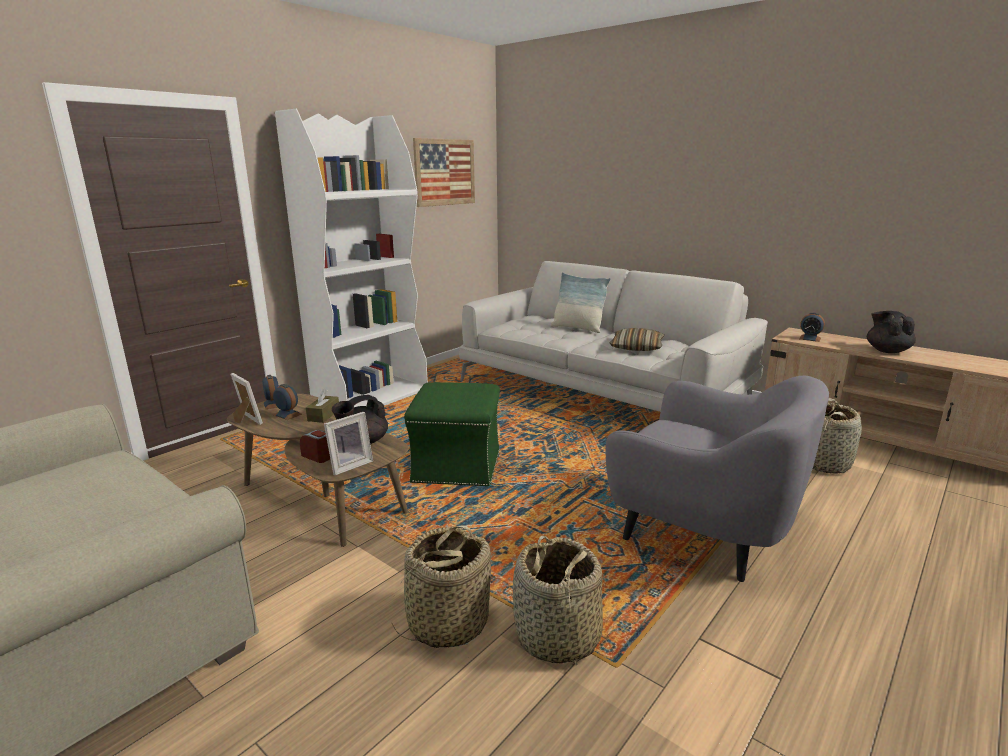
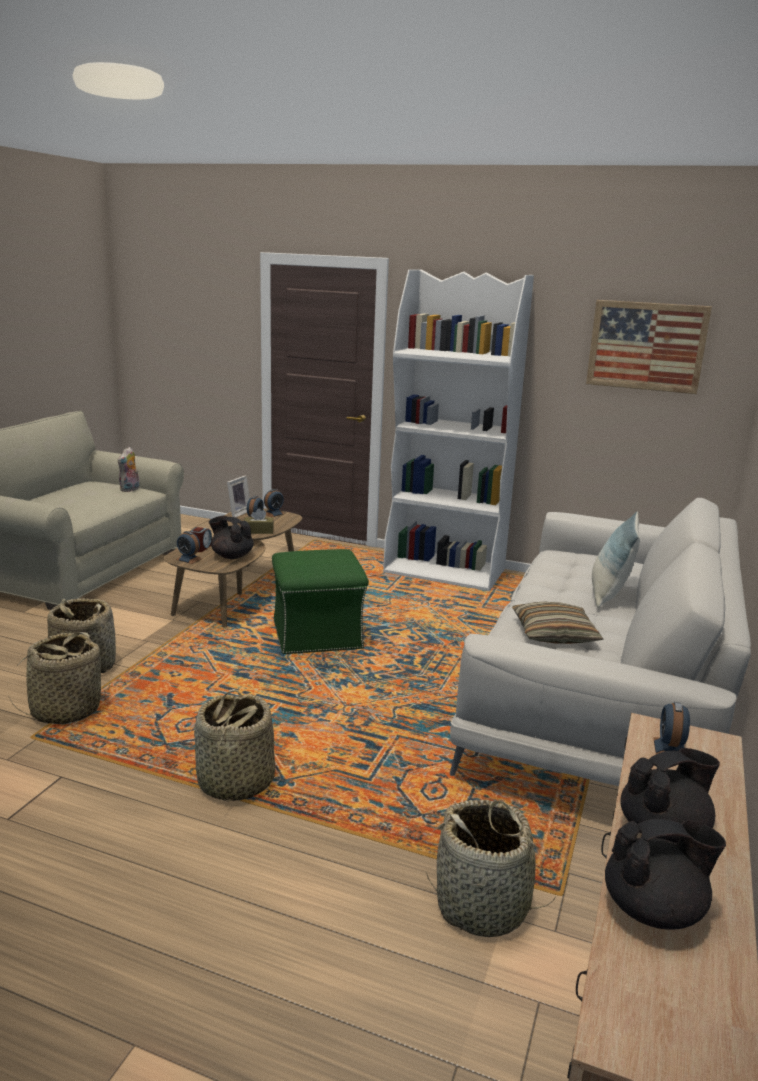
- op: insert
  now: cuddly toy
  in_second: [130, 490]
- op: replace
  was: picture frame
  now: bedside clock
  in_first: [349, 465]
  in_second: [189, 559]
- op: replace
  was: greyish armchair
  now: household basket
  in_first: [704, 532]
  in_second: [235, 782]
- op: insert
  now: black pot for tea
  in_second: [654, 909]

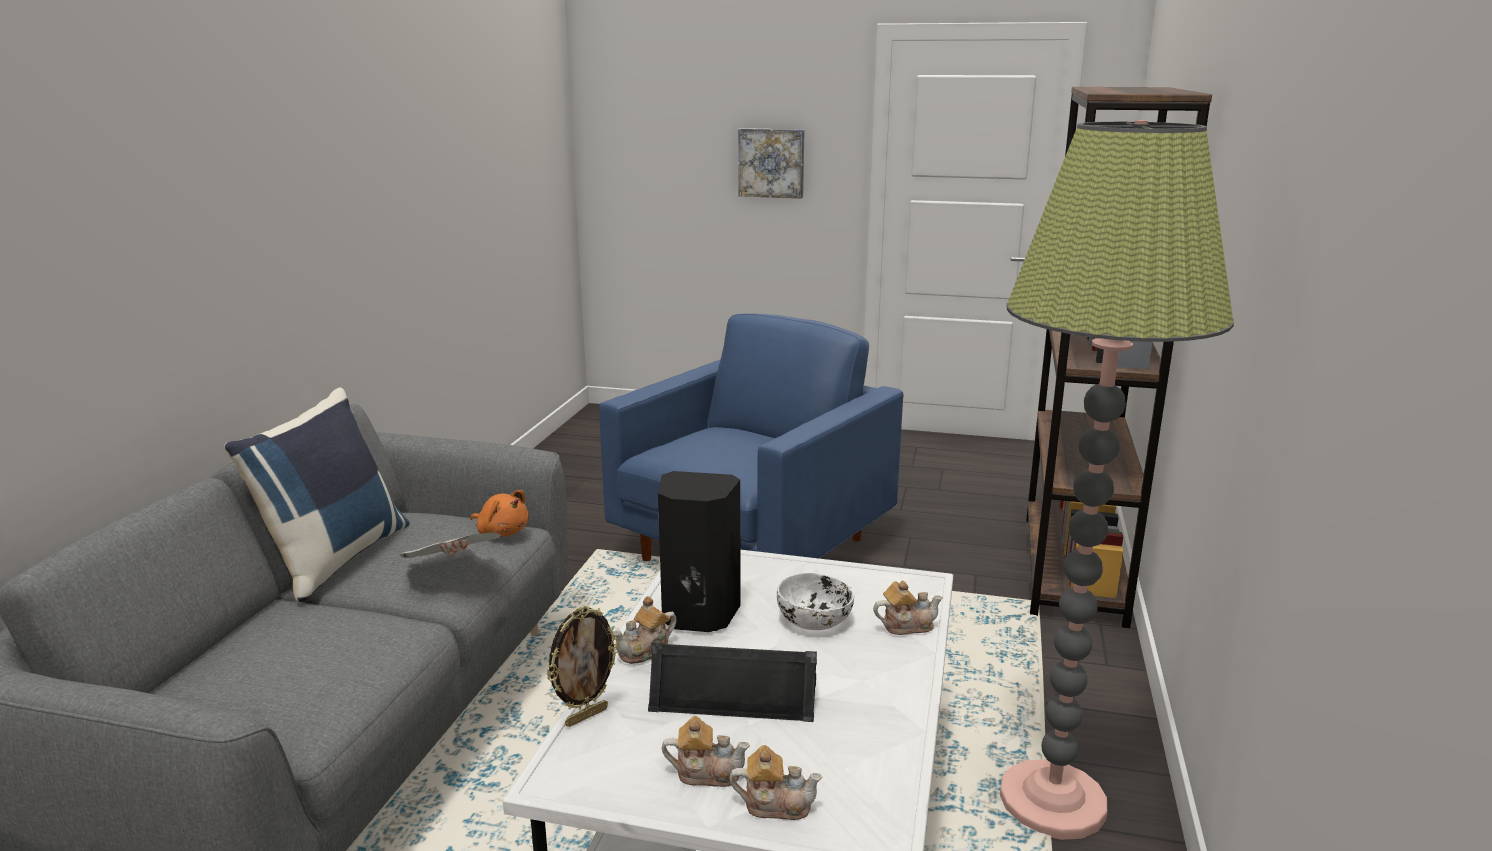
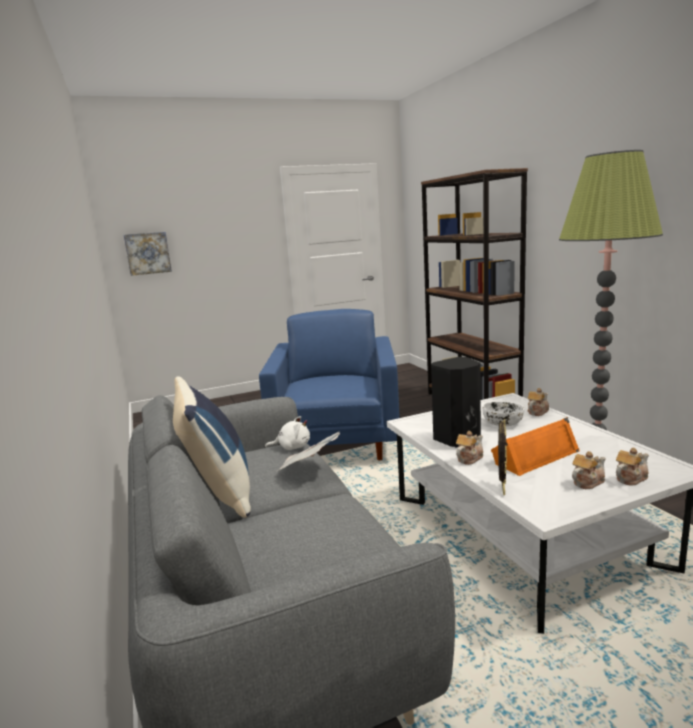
- op: move
  was: picture
  in_first: [771, 163]
  in_second: [148, 253]
- op: recolor
  was: orangey cuddly toy
  now: white cuddly toy
  in_first: [502, 532]
  in_second: [292, 447]
- op: rotate
  was: pot for tea
  in_first: [646, 651]
  in_second: [469, 458]
  clockwise: -150
- op: recolor
  was: black audio speaker
  now: orangey audio speaker
  in_first: [734, 694]
  in_second: [534, 456]

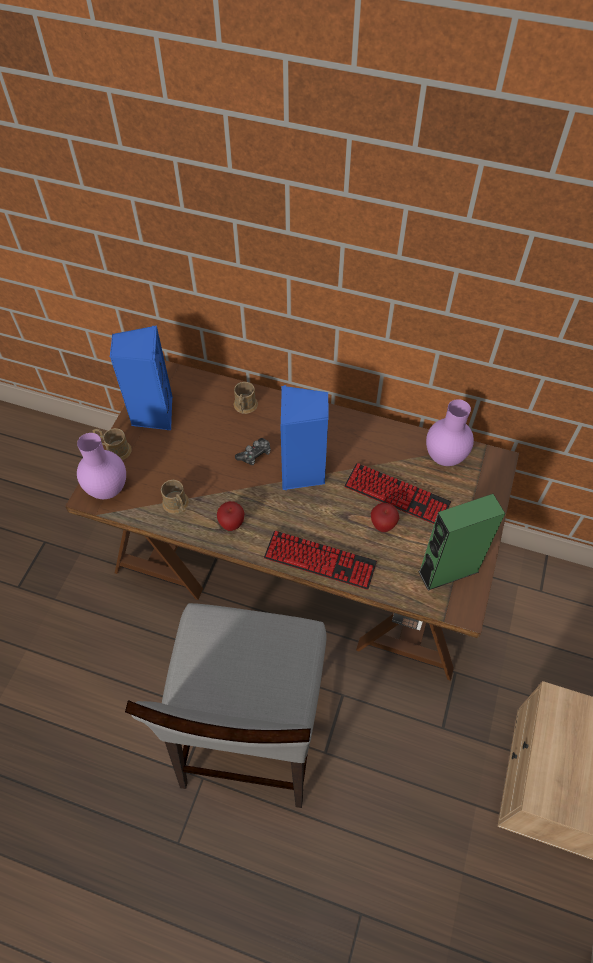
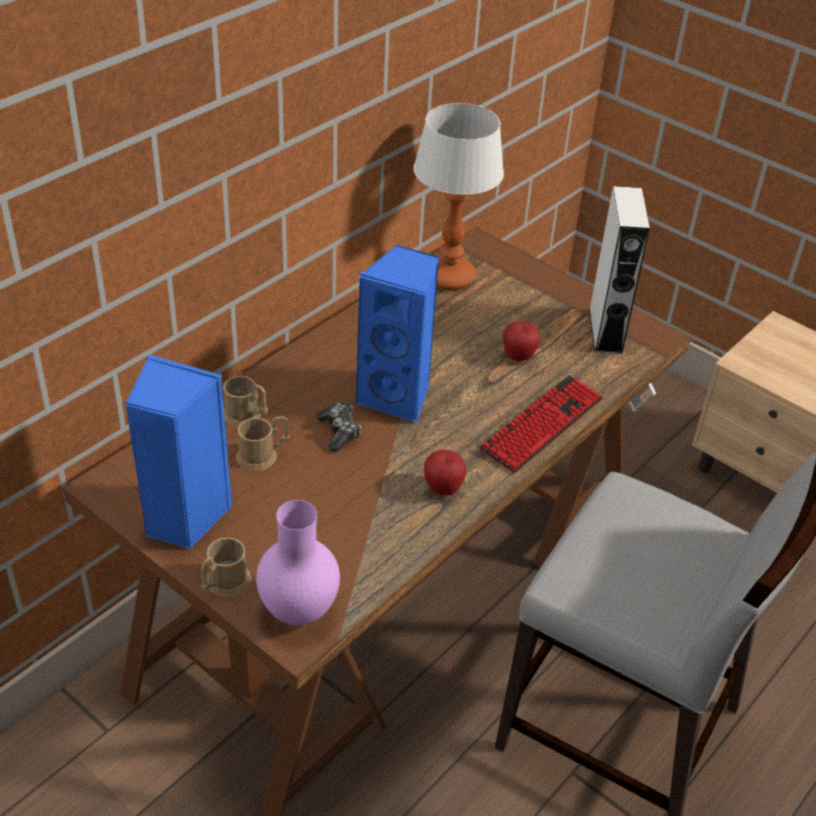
- op: move
  was: brownish mug
  in_first: [177, 505]
  in_second: [263, 455]
- op: replace
  was: purplish decorative vase
  now: tabletop lamp
  in_first: [444, 456]
  in_second: [448, 277]
- op: recolor
  was: green audio speaker
  now: greyish audio speaker
  in_first: [448, 571]
  in_second: [605, 331]
- op: delete
  was: computer keyboard
  in_first: [396, 495]

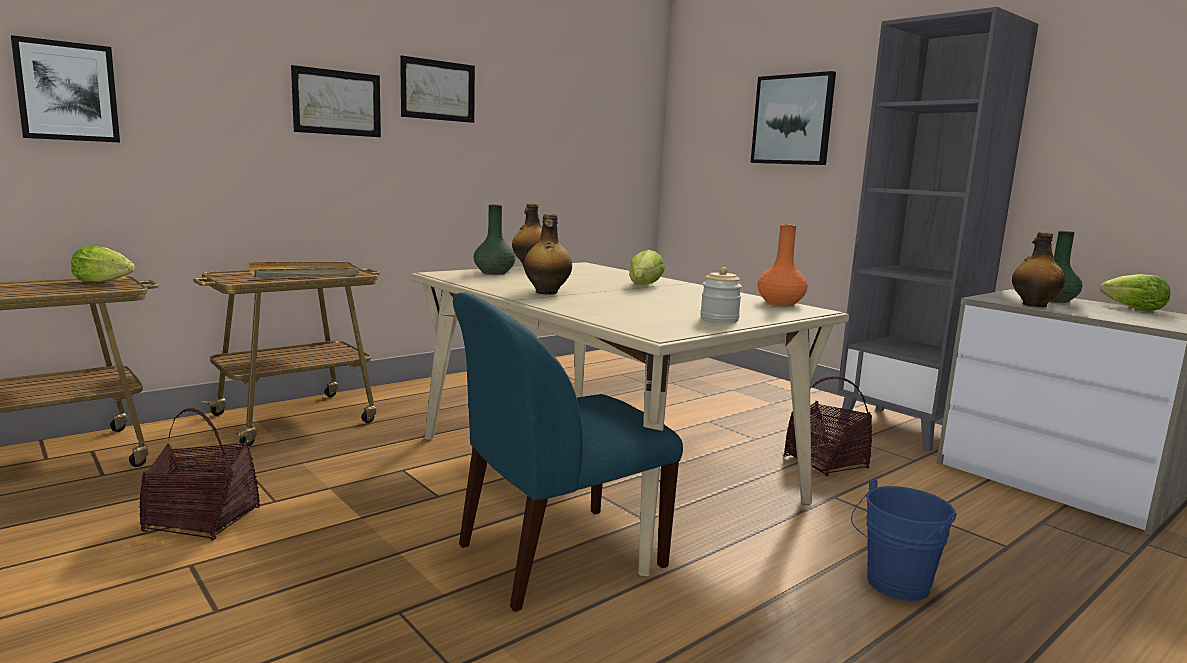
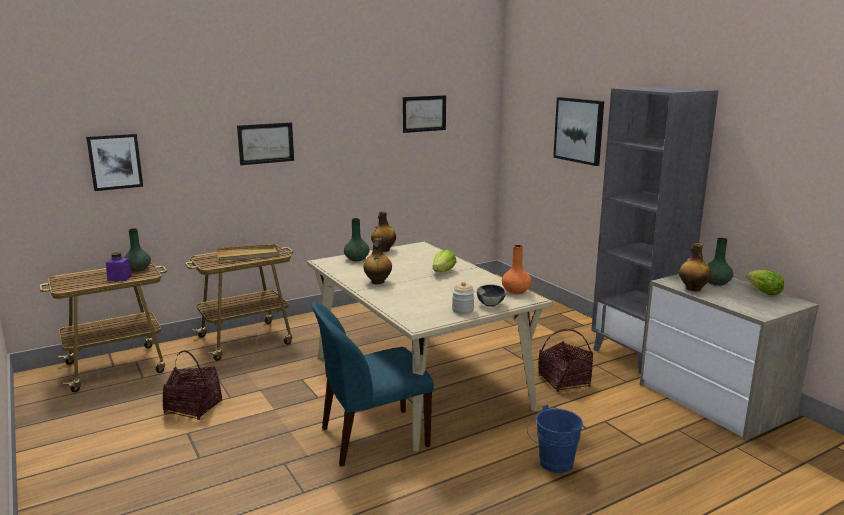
- op: insert
  now: purplish storage jar
  in_second: [119, 278]
- op: replace
  was: lettuce
  now: green decorative vase
  in_first: [103, 282]
  in_second: [138, 269]
- op: move
  was: picture
  in_first: [438, 90]
  in_second: [424, 113]
- op: insert
  now: bowl
  in_second: [490, 304]

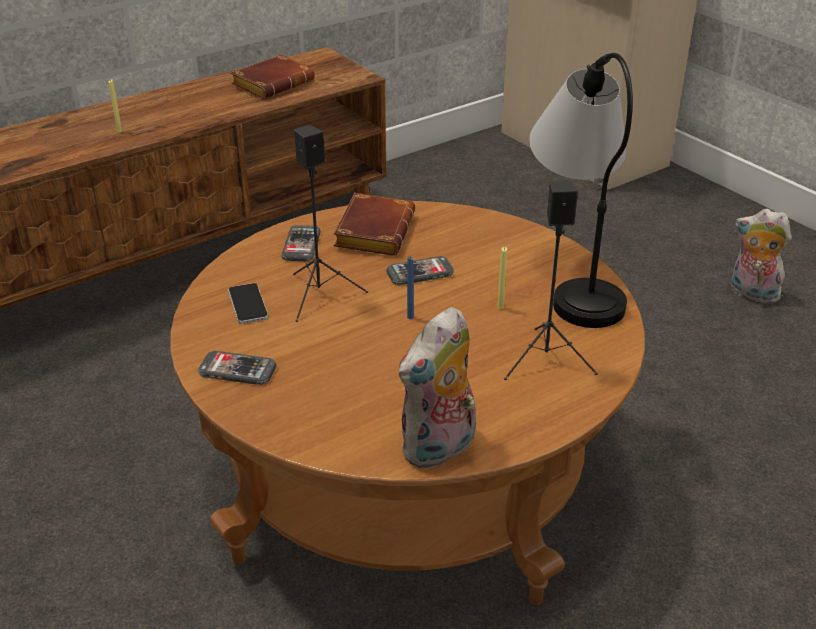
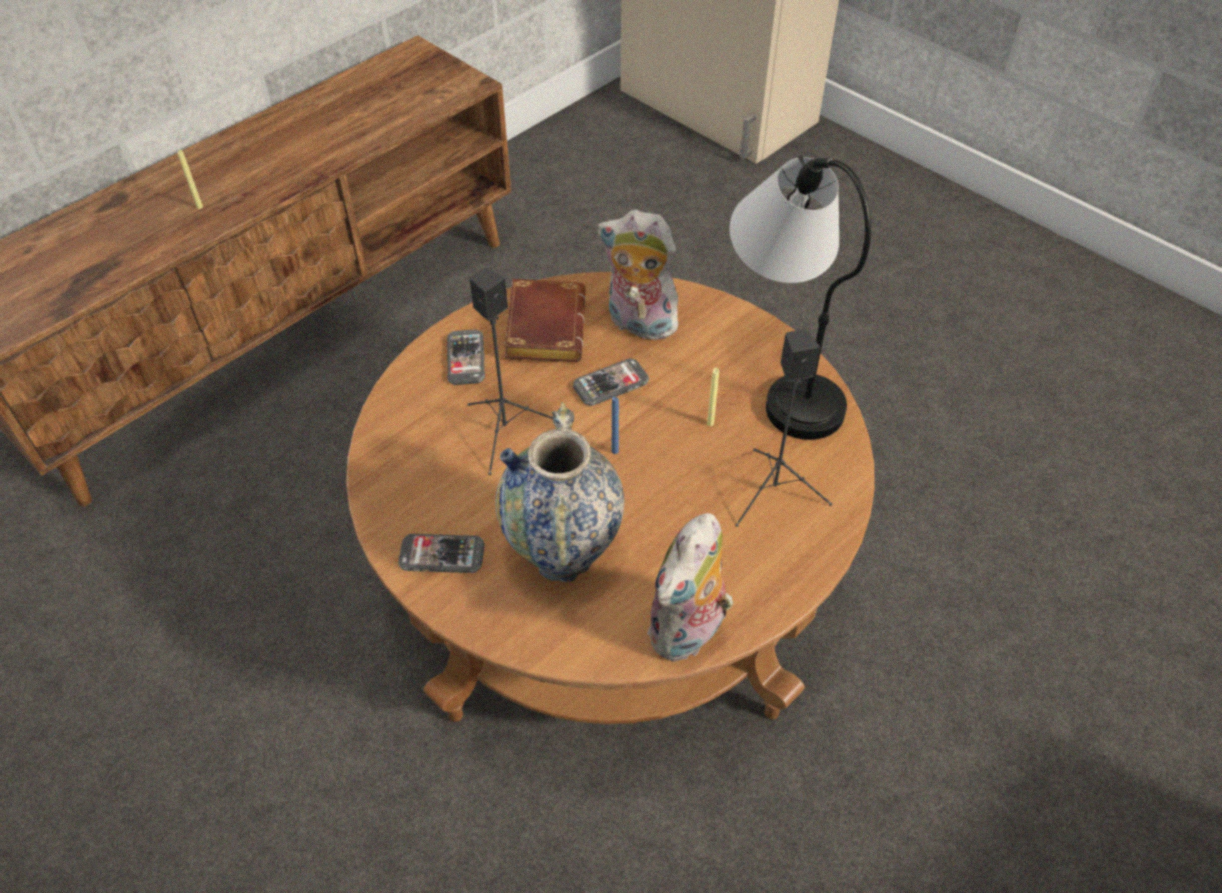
- op: insert
  now: decorative vase
  in_second: [563, 557]
- op: move
  was: cuddly toy
  in_first: [751, 294]
  in_second: [638, 324]
- op: delete
  was: handset
  in_first: [248, 304]
- op: delete
  was: brownish book
  in_first: [273, 83]

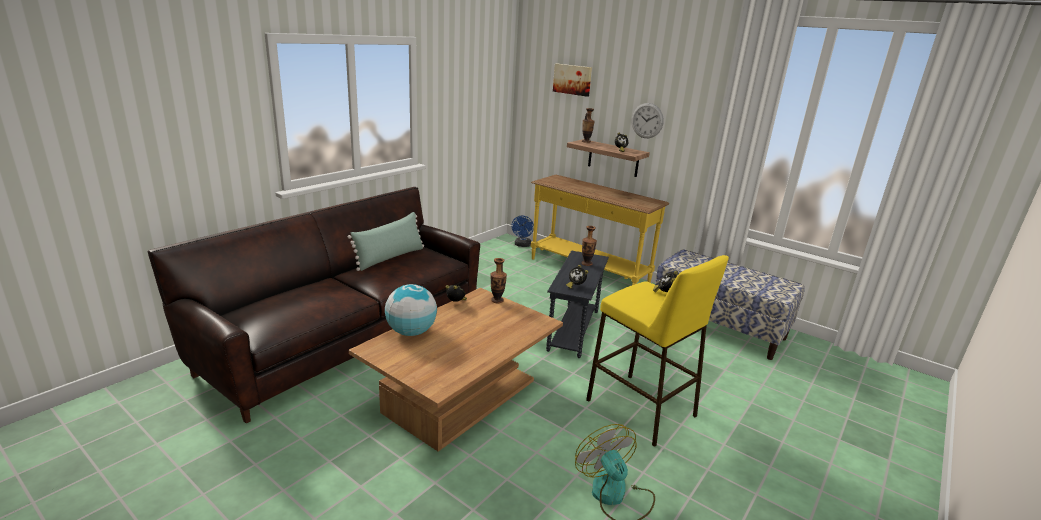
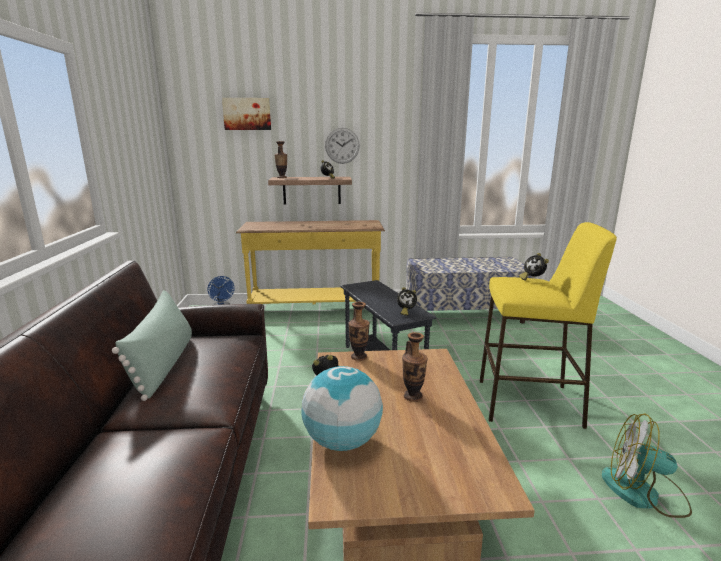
- op: move
  was: decorative vase
  in_first: [586, 263]
  in_second: [413, 396]

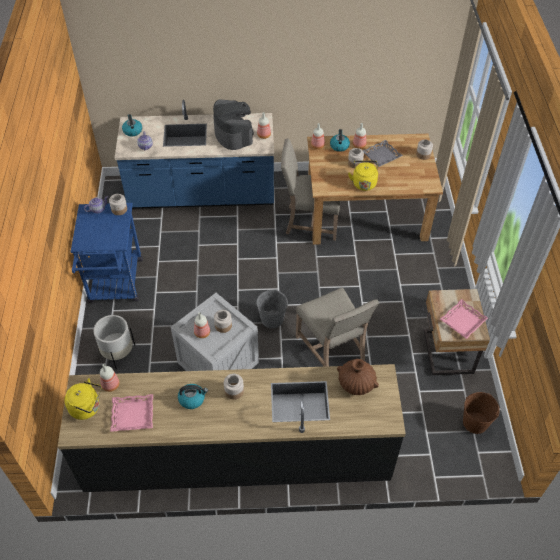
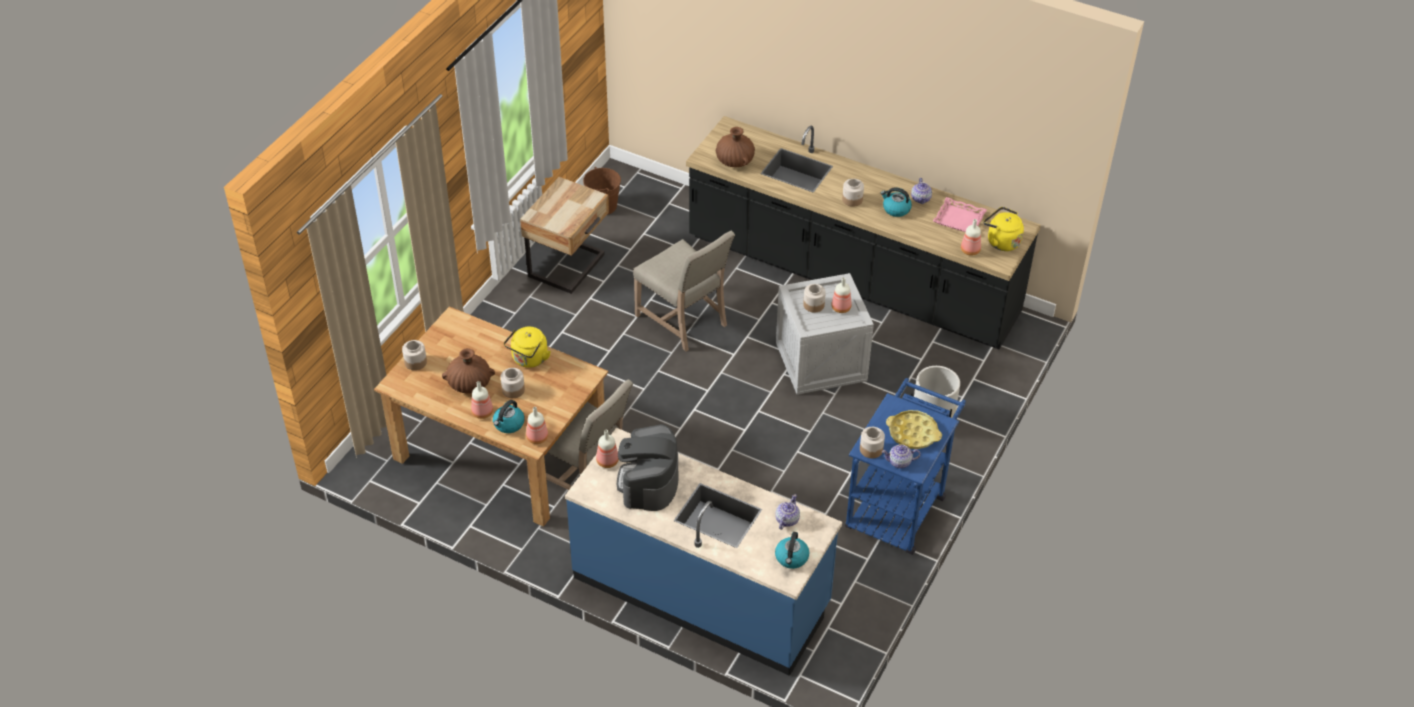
- op: replace
  was: greyish tray
  now: brownish decorative vase
  in_first: [381, 156]
  in_second: [469, 384]
- op: rotate
  was: beige upright chair
  in_first: [332, 349]
  in_second: [684, 320]
  clockwise: 135
- op: insert
  now: yellow tray
  in_second: [913, 433]
- op: insert
  now: pot for tea
  in_second: [921, 198]
- op: delete
  was: greyish pail
  in_first: [272, 319]
- op: delete
  was: pink-coloured tray
  in_first: [463, 321]

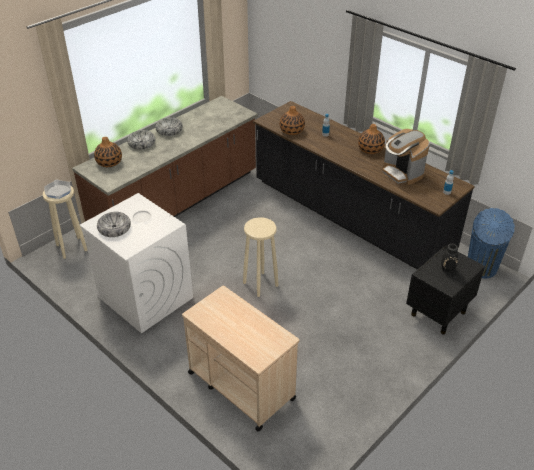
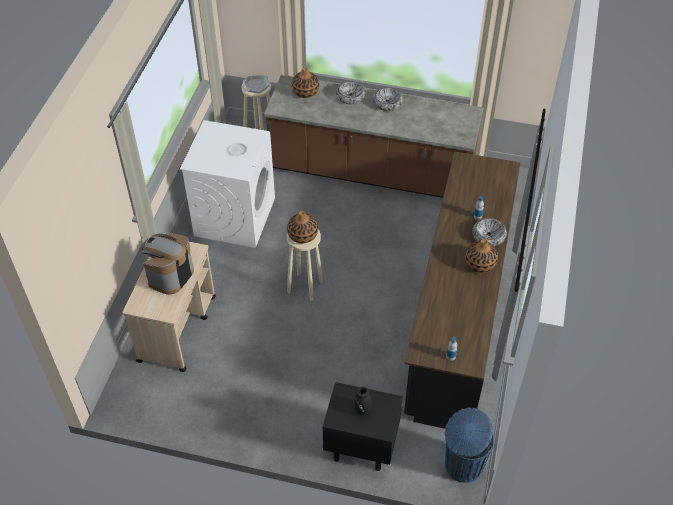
- op: move
  was: coffee brewer
  in_first: [402, 173]
  in_second: [170, 275]
- op: move
  was: decorative vase
  in_first: [291, 131]
  in_second: [302, 235]
- op: move
  was: bowl
  in_first: [114, 228]
  in_second: [488, 236]

